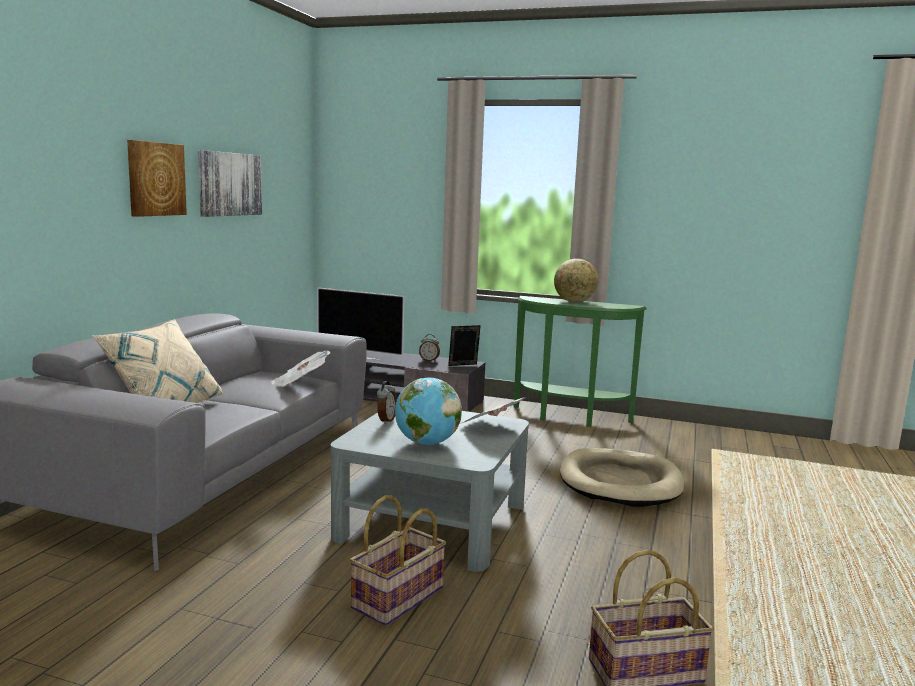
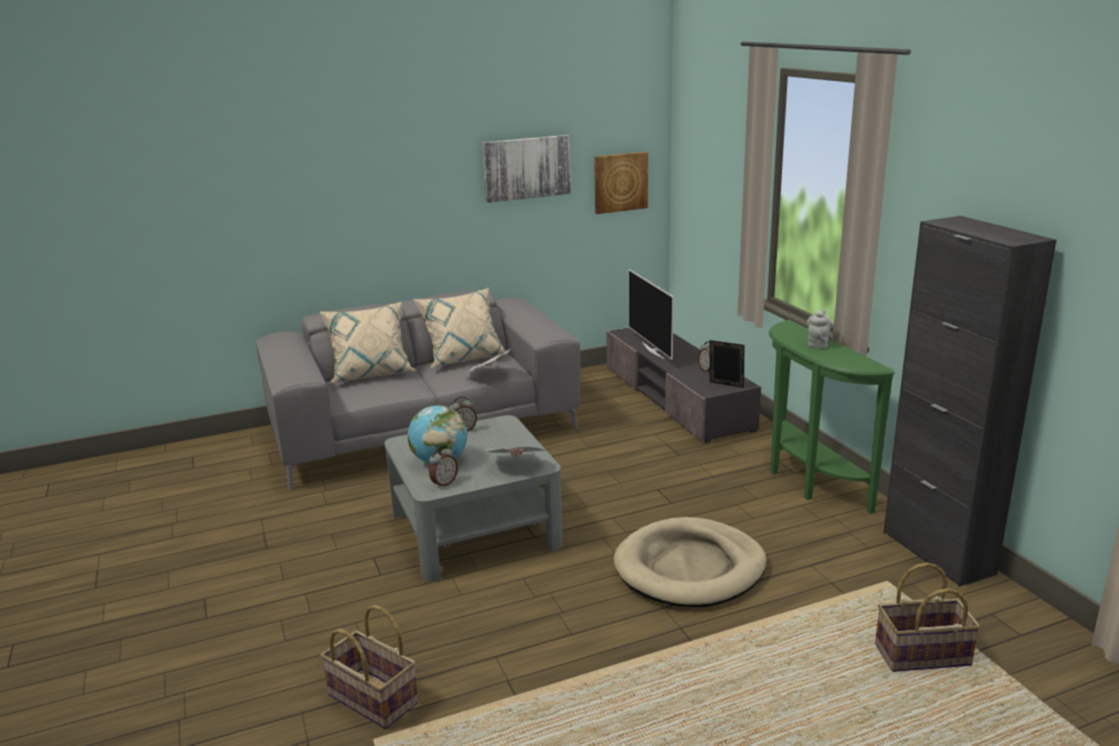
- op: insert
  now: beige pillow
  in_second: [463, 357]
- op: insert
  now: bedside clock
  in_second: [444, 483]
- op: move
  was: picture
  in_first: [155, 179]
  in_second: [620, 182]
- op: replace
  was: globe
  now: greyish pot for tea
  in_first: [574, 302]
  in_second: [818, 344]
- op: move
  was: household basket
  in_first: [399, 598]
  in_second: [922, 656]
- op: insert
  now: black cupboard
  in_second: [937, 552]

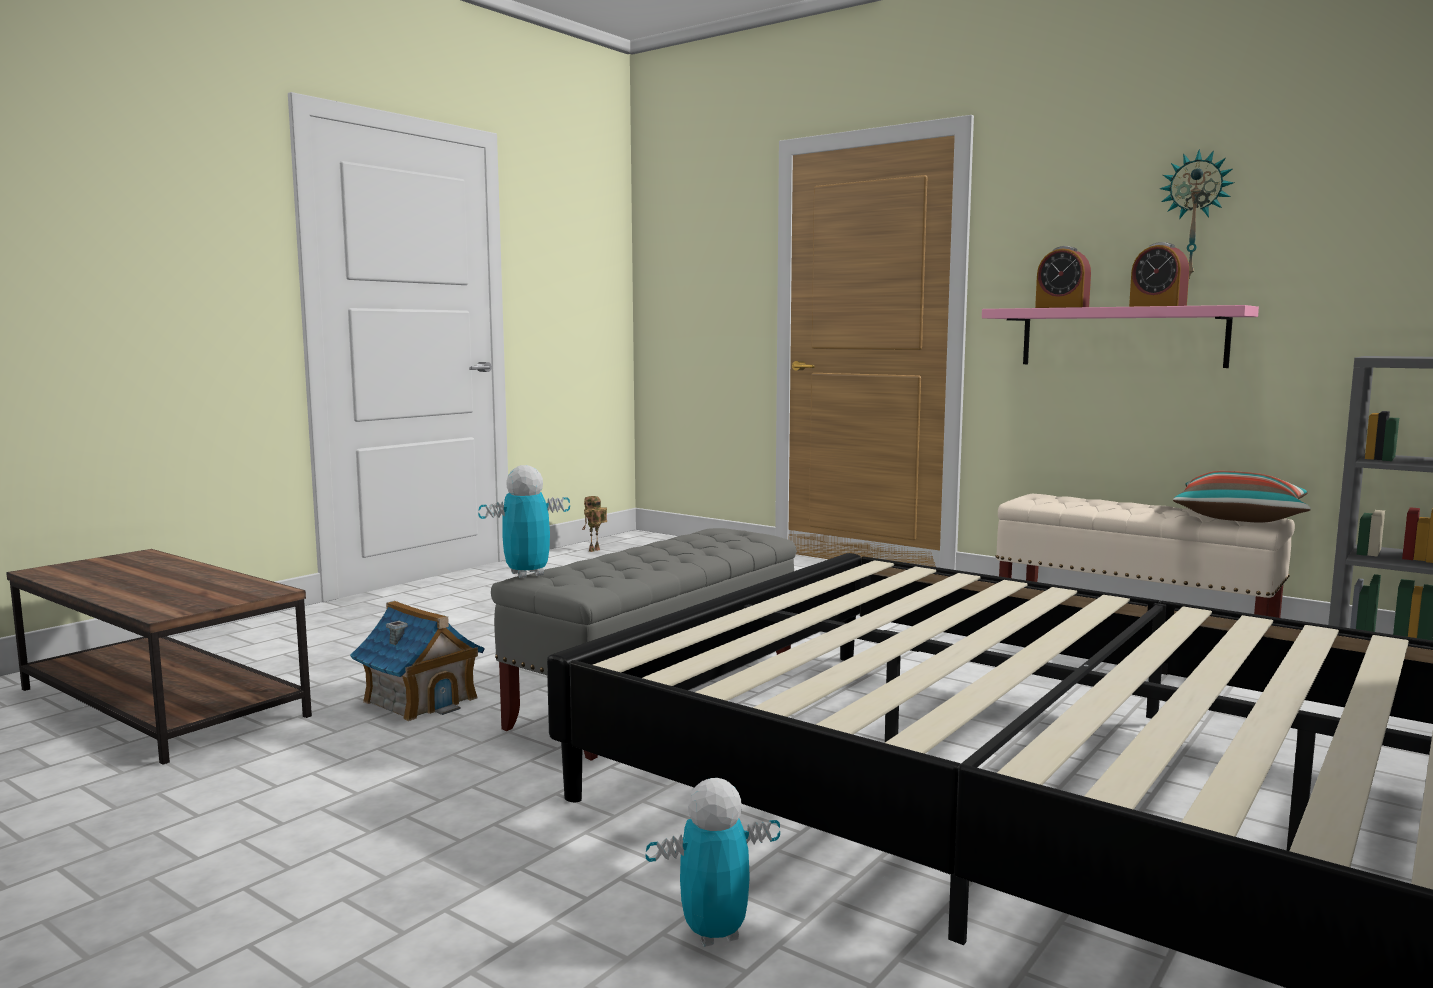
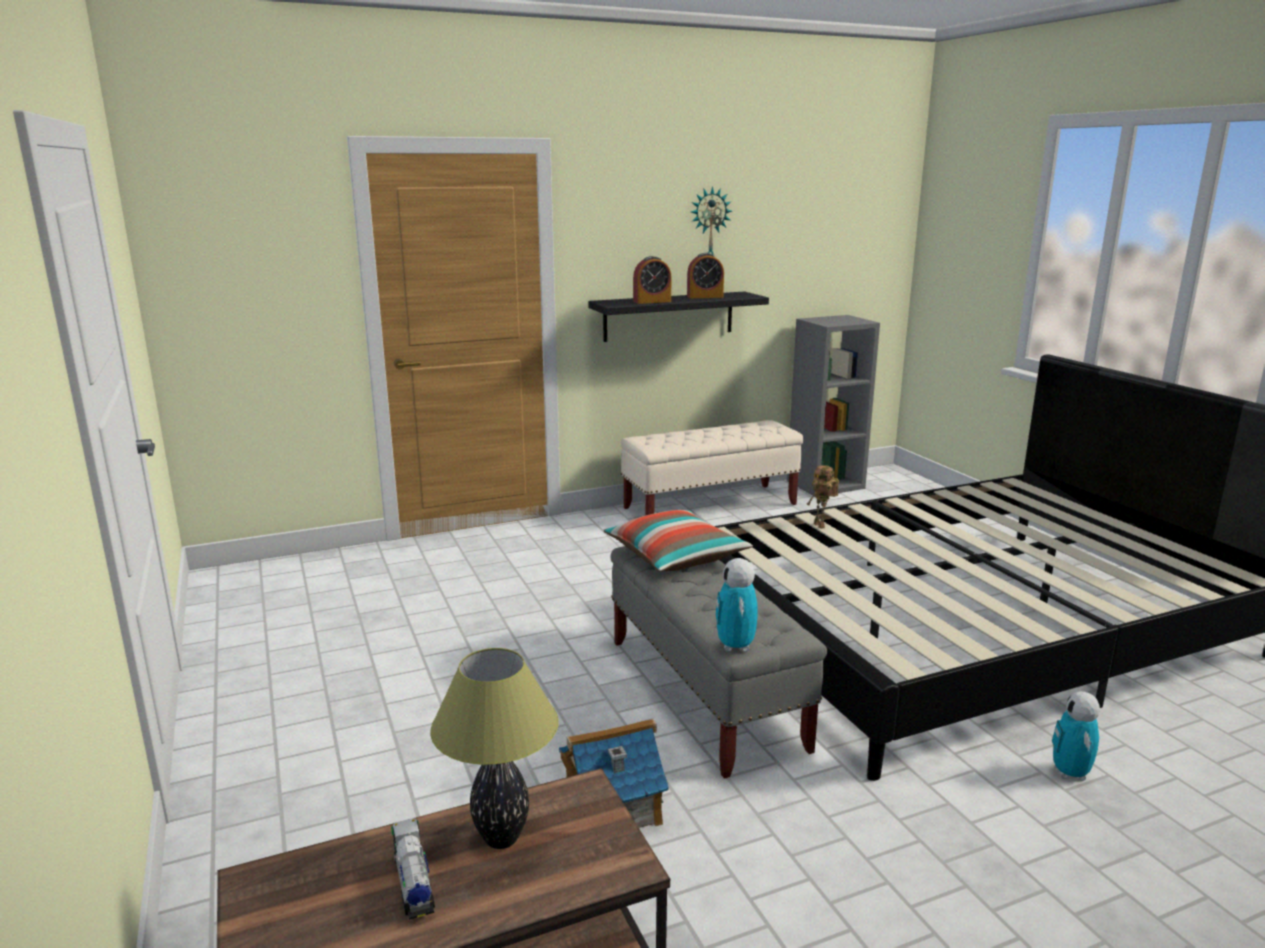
- op: insert
  now: toy lorry
  in_second: [413, 882]
- op: insert
  now: tabletop lamp
  in_second: [501, 838]
- op: recolor
  was: pink-coloured bracket shelf
  now: black bracket shelf
  in_first: [1122, 337]
  in_second: [669, 316]
- op: move
  was: pillow
  in_first: [1240, 517]
  in_second: [675, 557]
- op: move
  was: toy robot
  in_first: [594, 551]
  in_second: [821, 526]

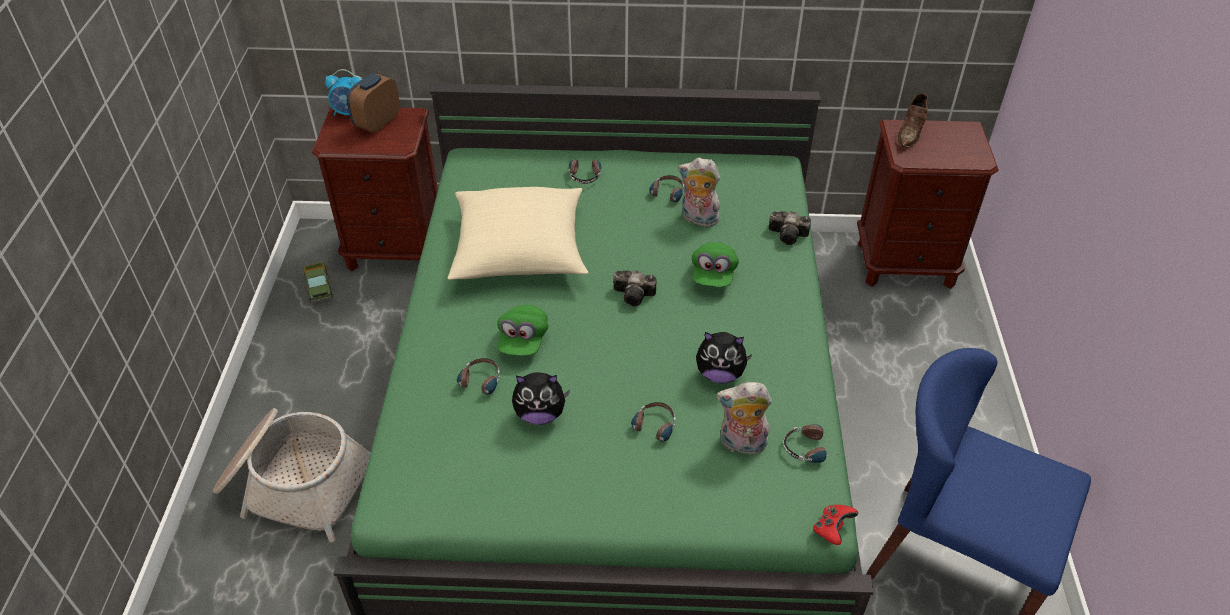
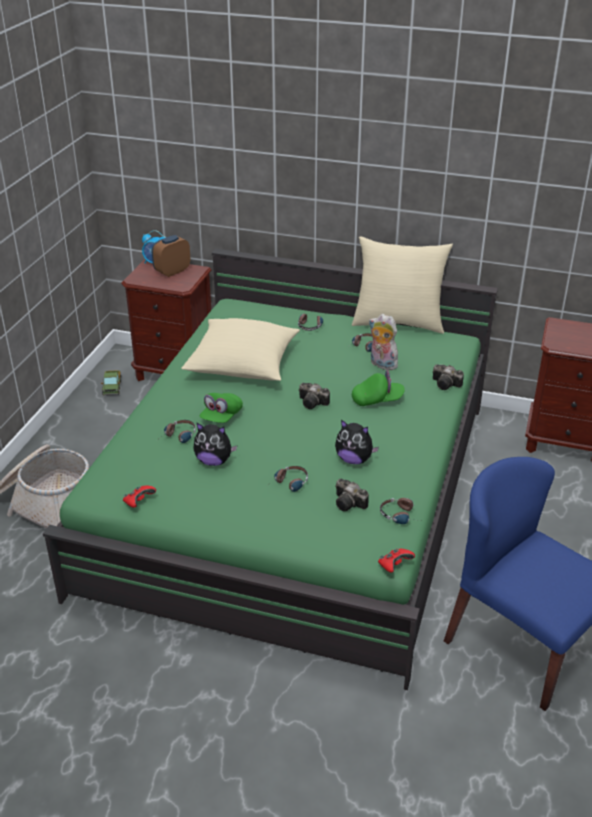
- op: insert
  now: red game controller
  in_second: [139, 502]
- op: replace
  was: cuddly toy
  now: still camera
  in_first: [741, 444]
  in_second: [350, 504]
- op: insert
  now: beige pillow
  in_second: [398, 322]
- op: rotate
  was: green peaked cap
  in_first: [713, 275]
  in_second: [377, 400]
  clockwise: -120
- op: delete
  was: brownish item of footwear
  in_first: [911, 133]

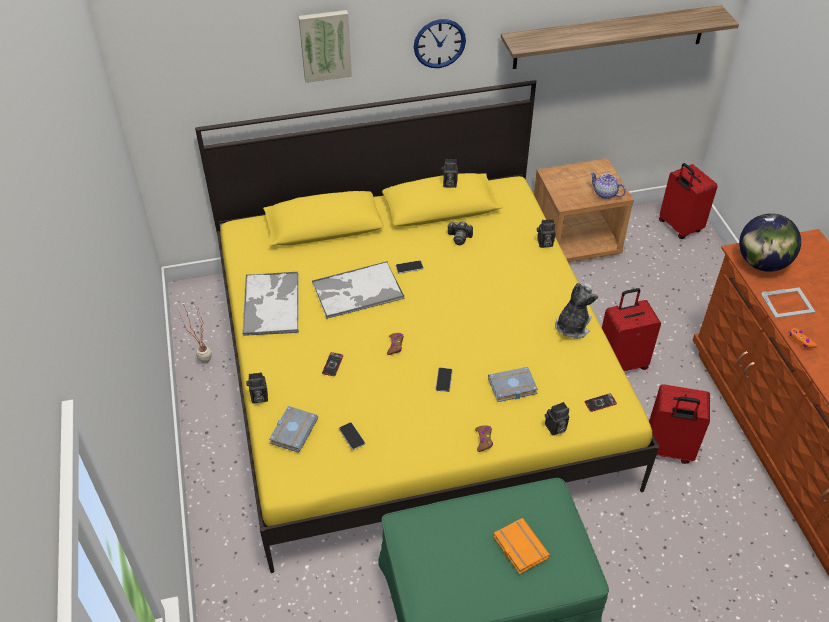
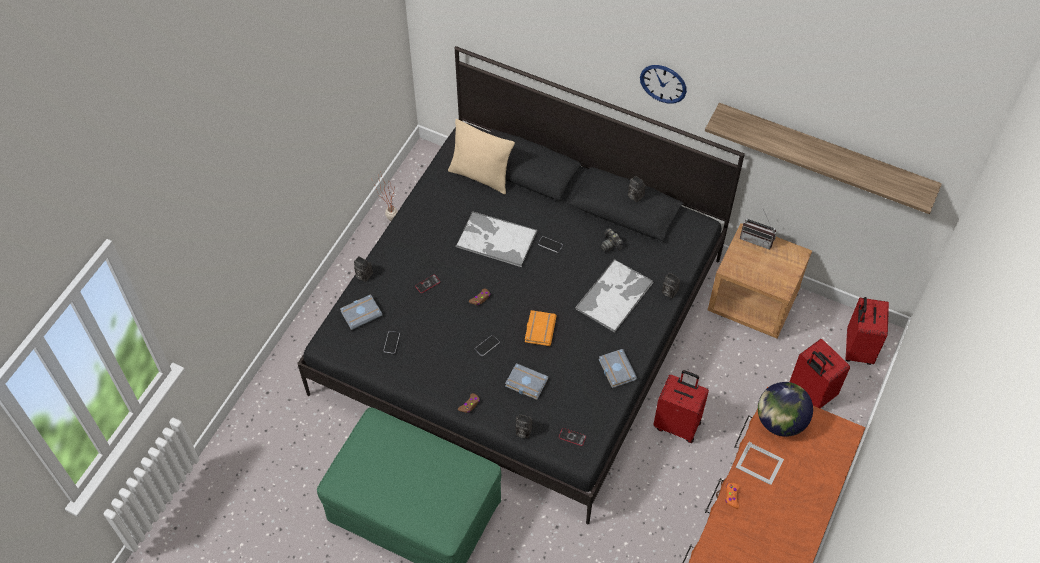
- op: recolor
  was: yellow bedroom bed
  now: black bedroom bed
  in_first: [414, 372]
  in_second: [520, 325]
- op: insert
  now: beige pillow
  in_second: [480, 176]
- op: move
  was: orangey book
  in_first: [518, 547]
  in_second: [539, 329]
- op: move
  was: tray
  in_first: [271, 303]
  in_second: [614, 295]
- op: replace
  was: cuddly toy
  now: greyish book
  in_first: [572, 326]
  in_second: [615, 369]
- op: insert
  now: radio receiver
  in_second: [757, 239]
- op: move
  was: red piece of luggage
  in_first: [667, 450]
  in_second: [810, 392]
- op: delete
  was: picture
  in_first: [325, 45]
- op: delete
  was: pot for tea
  in_first: [604, 193]

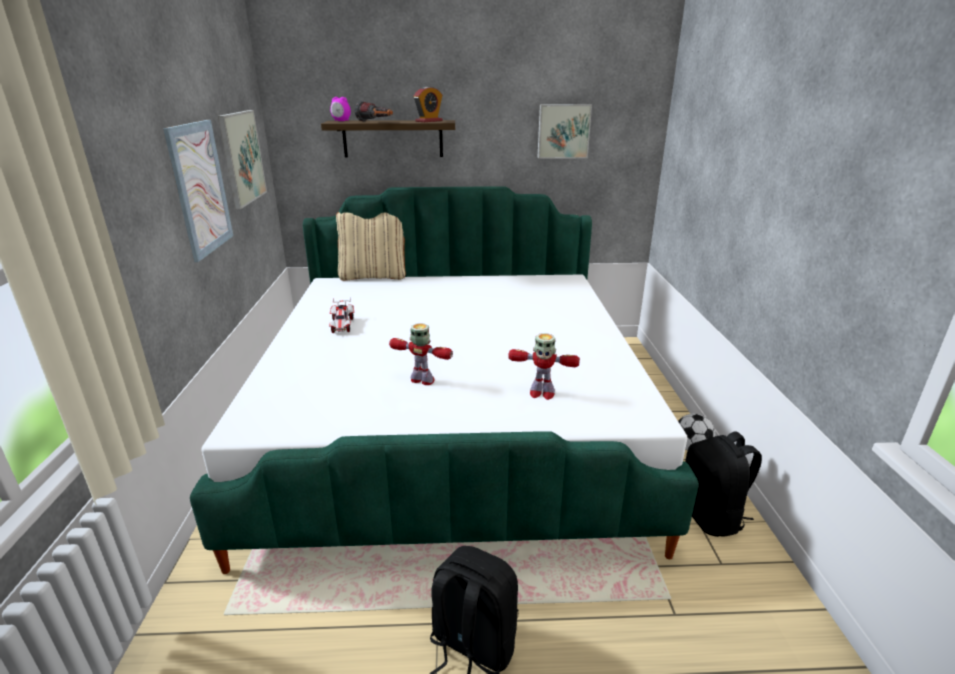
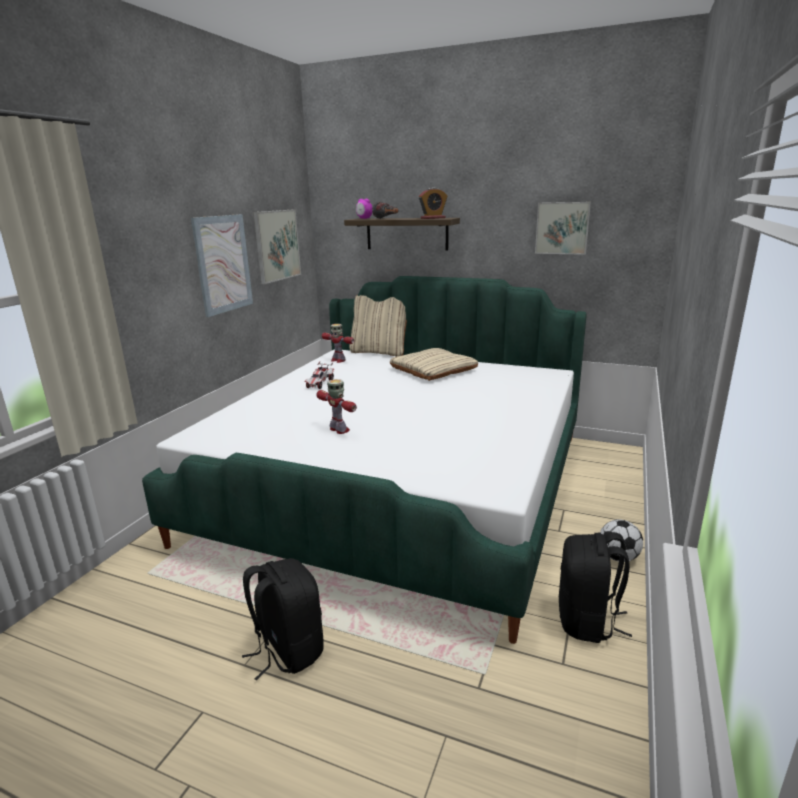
- op: move
  was: toy robot
  in_first: [541, 393]
  in_second: [338, 360]
- op: insert
  now: beige pillow
  in_second: [433, 370]

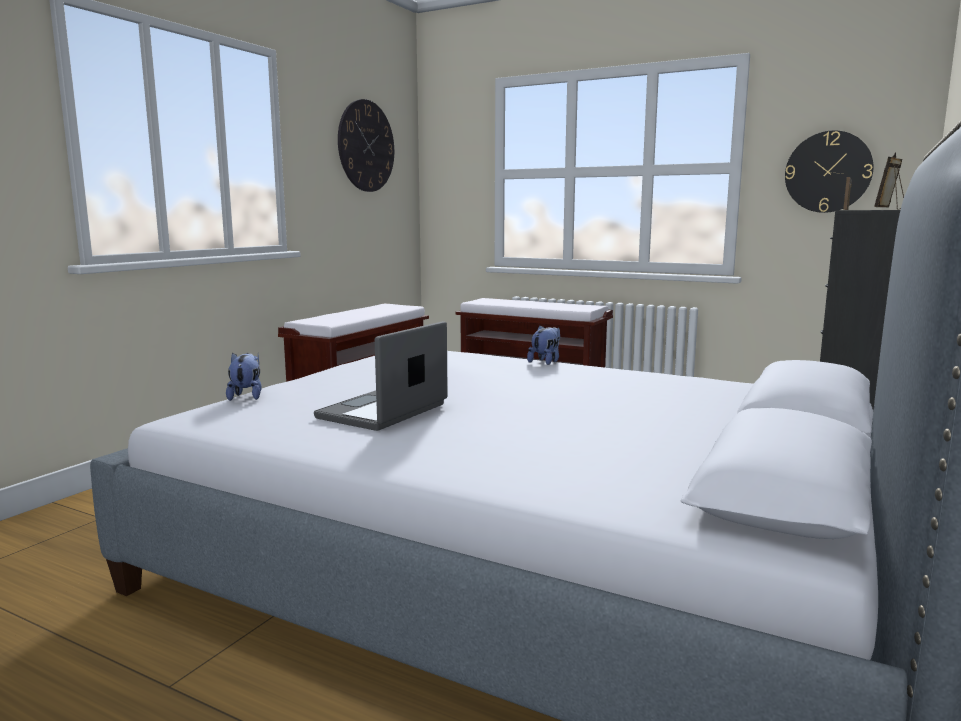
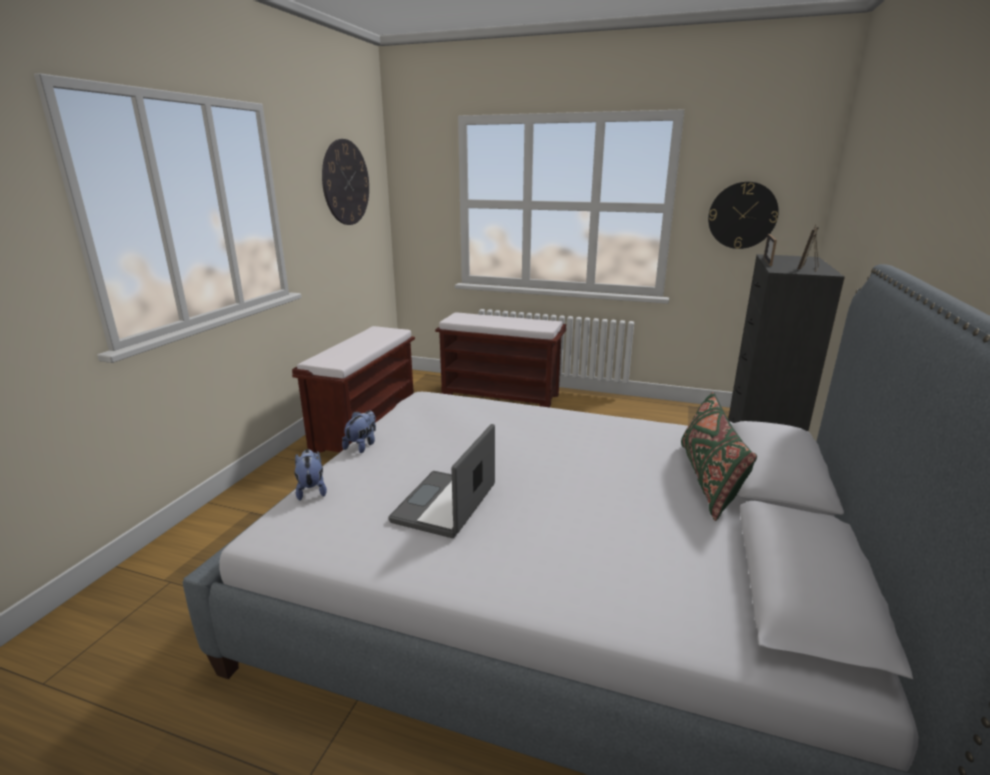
- op: move
  was: cuddly toy
  in_first: [546, 362]
  in_second: [362, 445]
- op: insert
  now: green pillow
  in_second: [708, 479]

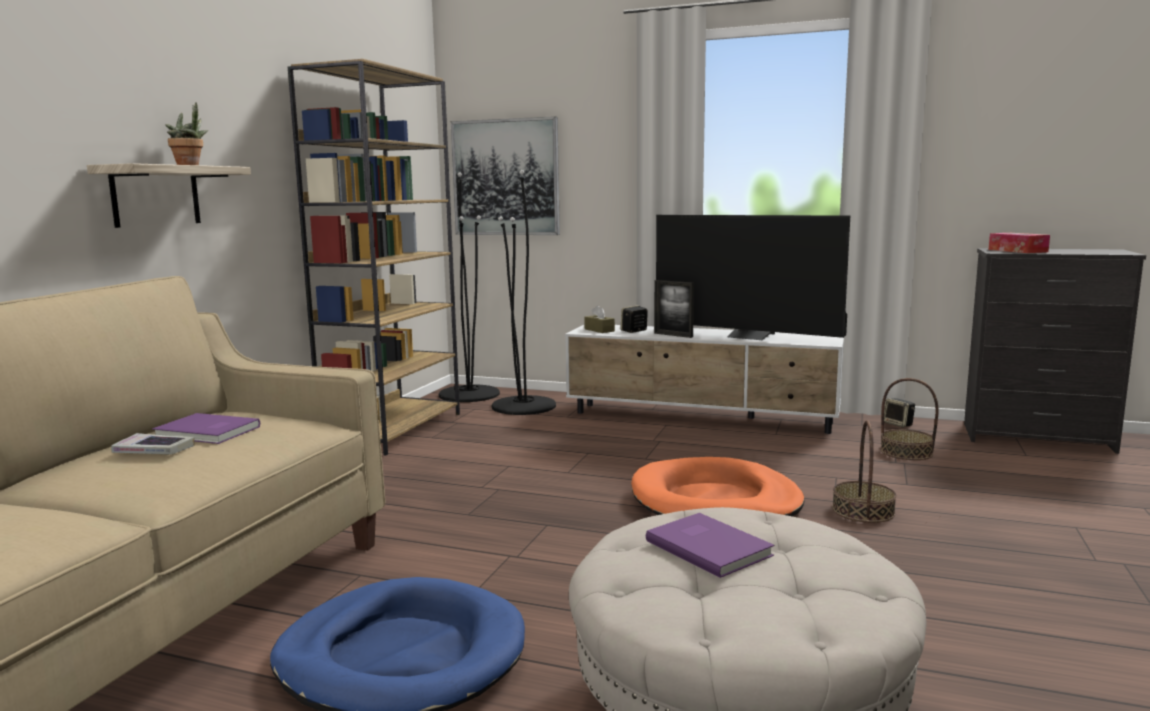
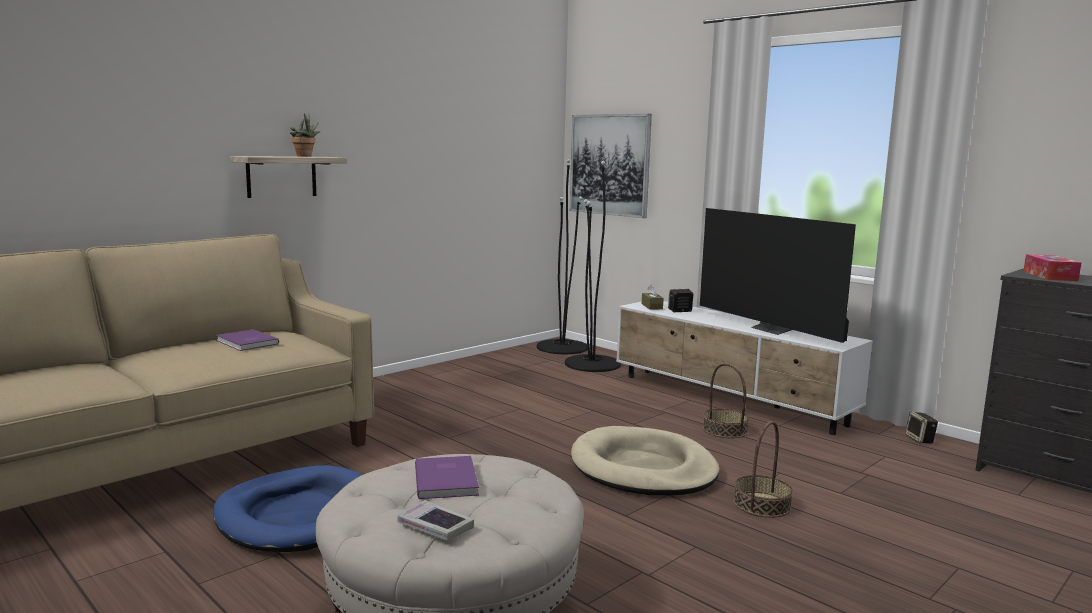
- op: move
  was: book
  in_first: [154, 451]
  in_second: [435, 526]
- op: recolor
  was: orangey dog bed
  now: beige dog bed
  in_first: [715, 501]
  in_second: [643, 468]
- op: move
  was: household basket
  in_first: [906, 452]
  in_second: [725, 430]
- op: delete
  was: brownish bookcase
  in_first: [393, 429]
- op: delete
  was: picture frame
  in_first: [673, 335]

